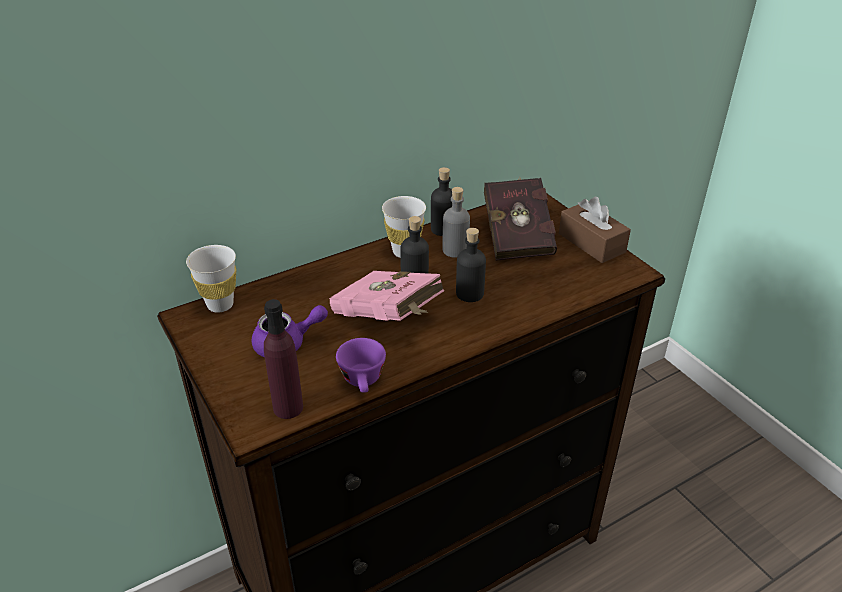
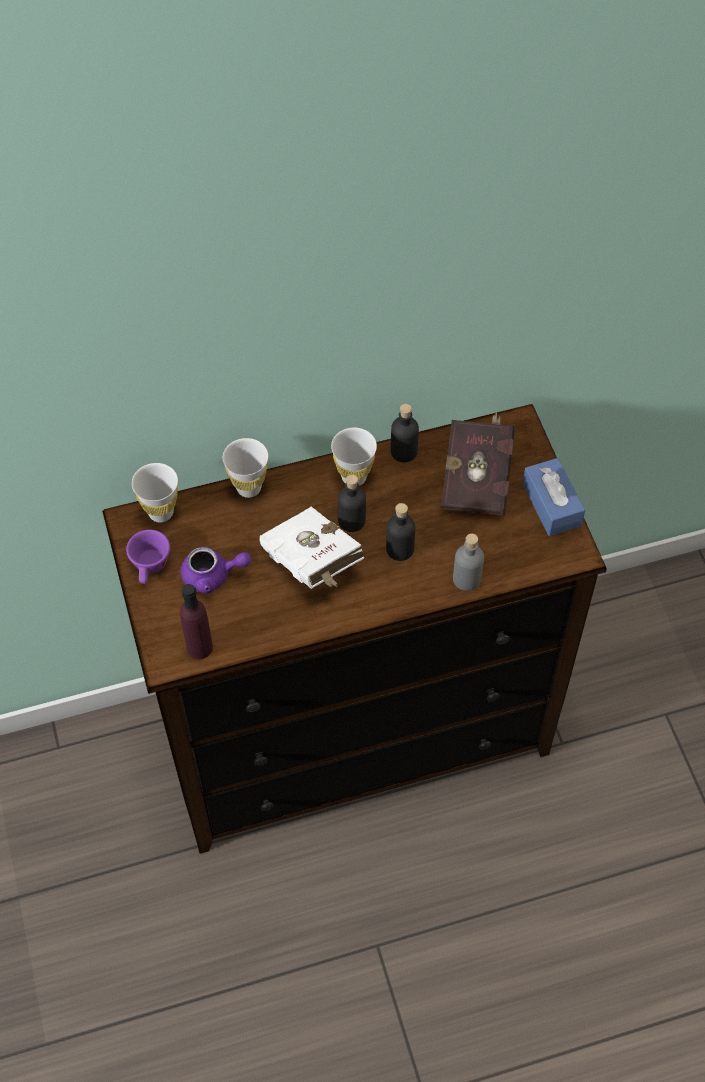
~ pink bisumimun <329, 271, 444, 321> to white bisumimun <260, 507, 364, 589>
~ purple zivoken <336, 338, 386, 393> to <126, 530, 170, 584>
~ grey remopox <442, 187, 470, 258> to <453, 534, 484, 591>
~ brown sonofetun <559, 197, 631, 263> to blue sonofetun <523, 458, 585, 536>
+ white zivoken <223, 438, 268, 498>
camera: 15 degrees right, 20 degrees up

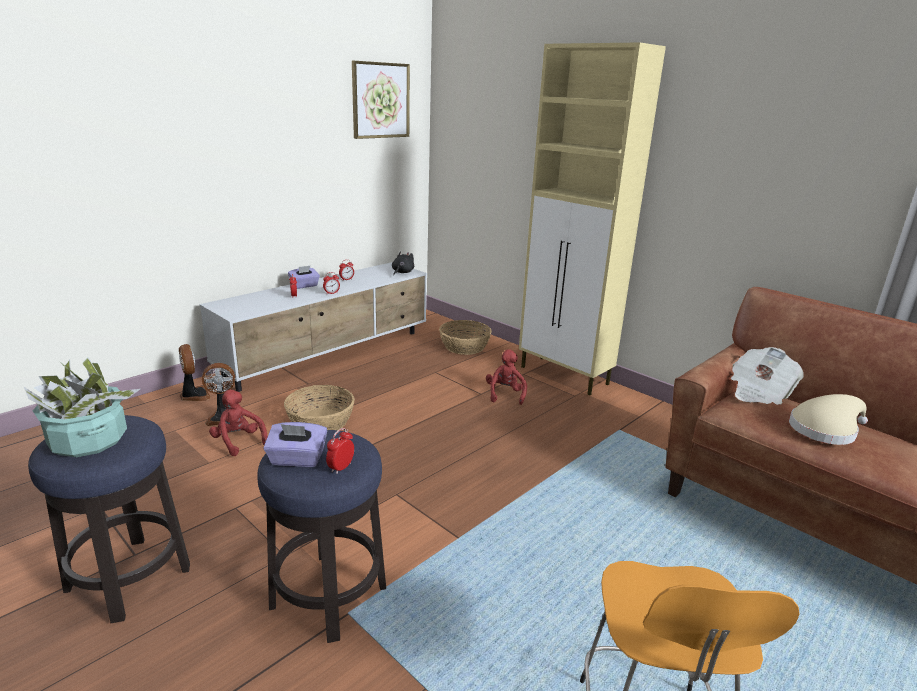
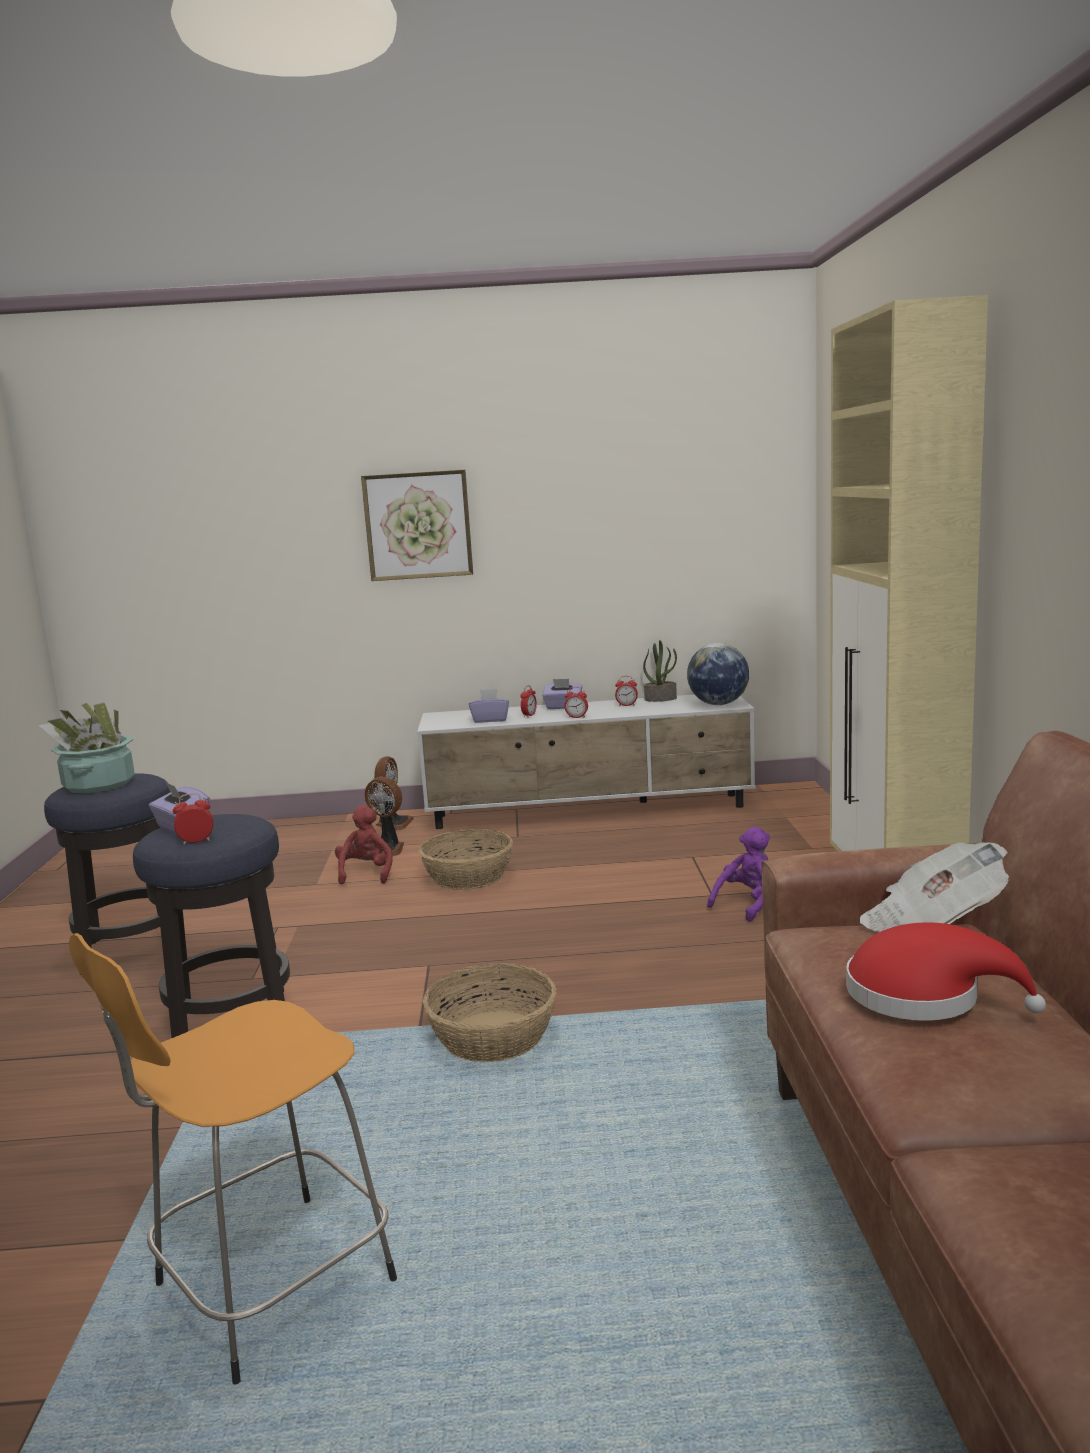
~ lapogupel <352, 61, 410, 139> to <361, 470, 473, 581>
~ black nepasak <392, 251, 414, 275> to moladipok <687, 643, 749, 705>
~ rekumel <439, 320, 492, 355> to <423, 963, 557, 1062>
~ red nepasak <486, 349, 527, 405> to purple nepasak <707, 826, 770, 922>
~ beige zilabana <789, 394, 868, 445> to red zilabana <846, 922, 1046, 1021>
+ purple sonofetun <469, 689, 509, 723>
+ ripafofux <643, 640, 677, 702>
camera: 45 degrees right, 10 degrees down

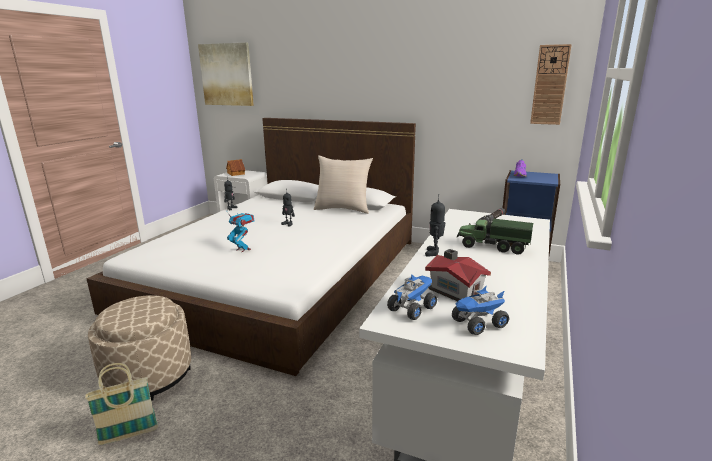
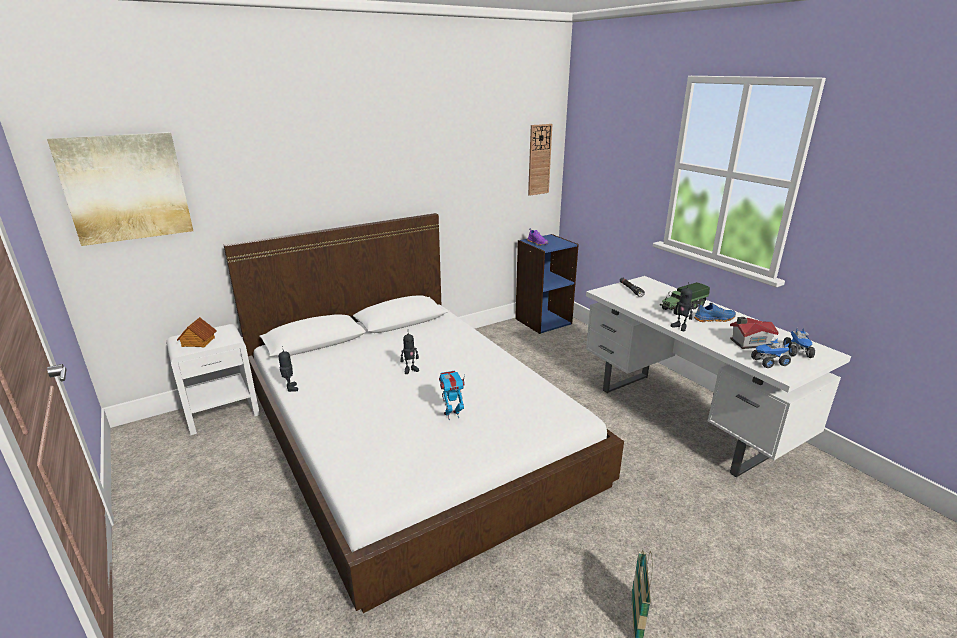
- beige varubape <88, 295, 191, 401>
- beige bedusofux <314, 155, 373, 214>
~ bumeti <387, 274, 437, 320> = <751, 338, 791, 368> 90 degrees counterclockwise
+ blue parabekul <694, 303, 736, 322>
camera: 55 degrees left, 5 degrees up

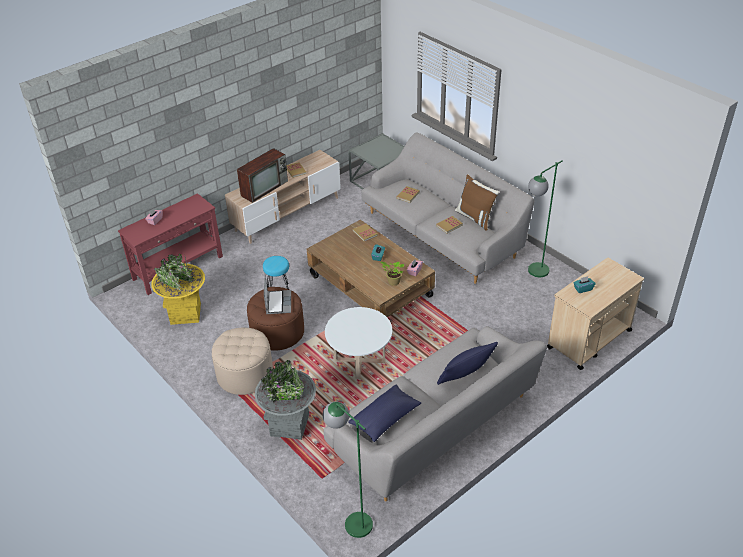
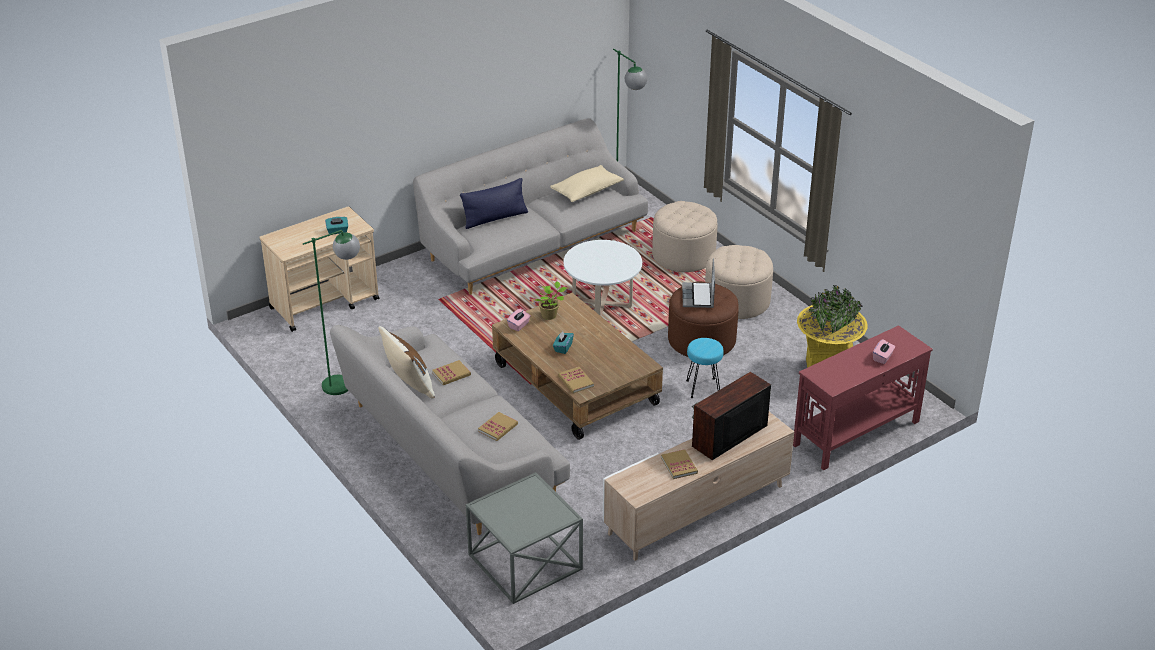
~ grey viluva <255, 360, 316, 440> to beige varubape <652, 201, 718, 272>
~ blue bedusofux <348, 384, 421, 442> to beige bedusofux <550, 165, 624, 202>
camera: 175 degrees left, 5 degrees down

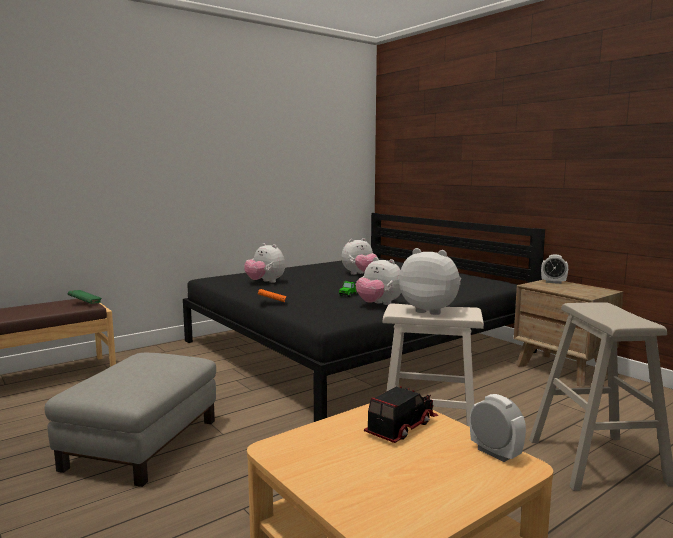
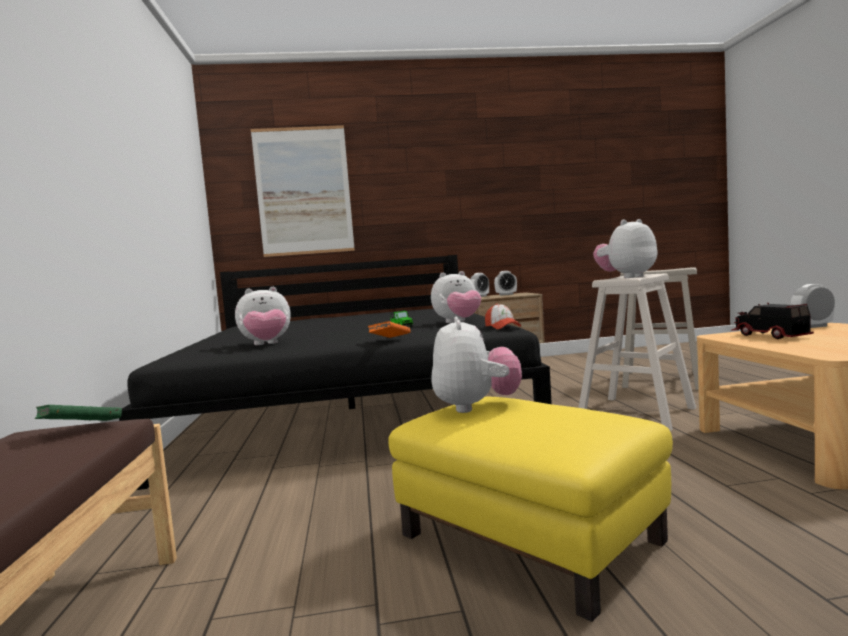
~ grey varubape <45, 353, 216, 487> to yellow varubape <388, 397, 673, 622>
~ nepasak <341, 238, 378, 275> to <431, 317, 522, 413>
+ lapogupel <251, 125, 355, 257>
+ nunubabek <485, 304, 521, 329>
+ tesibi <494, 271, 517, 296>
camera: 60 degrees left, 5 degrees down

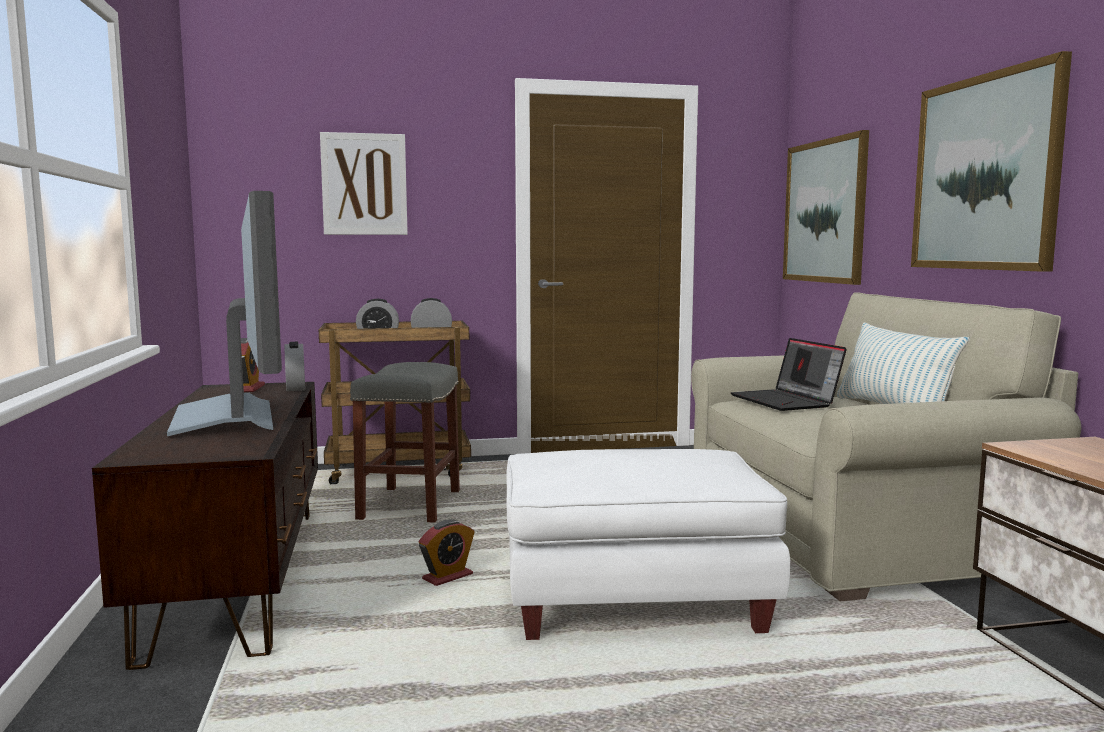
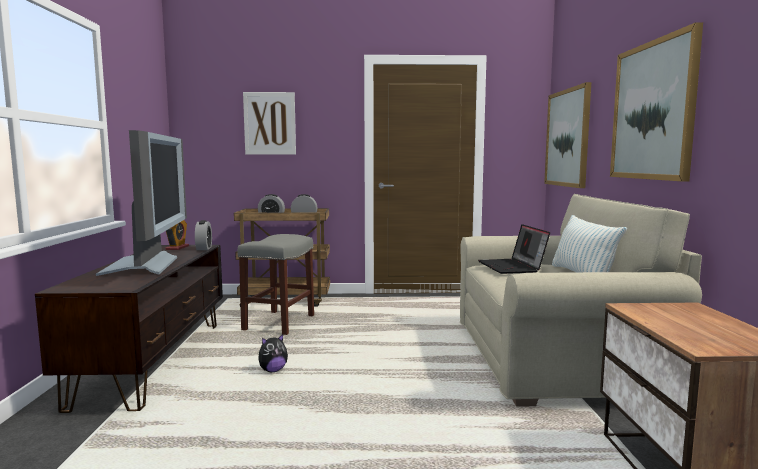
~ tesibi <419, 519, 474, 586> to nepasak <258, 334, 288, 372>
- white varubape <506, 449, 790, 640>
camera: 10 degrees right, 0 degrees up

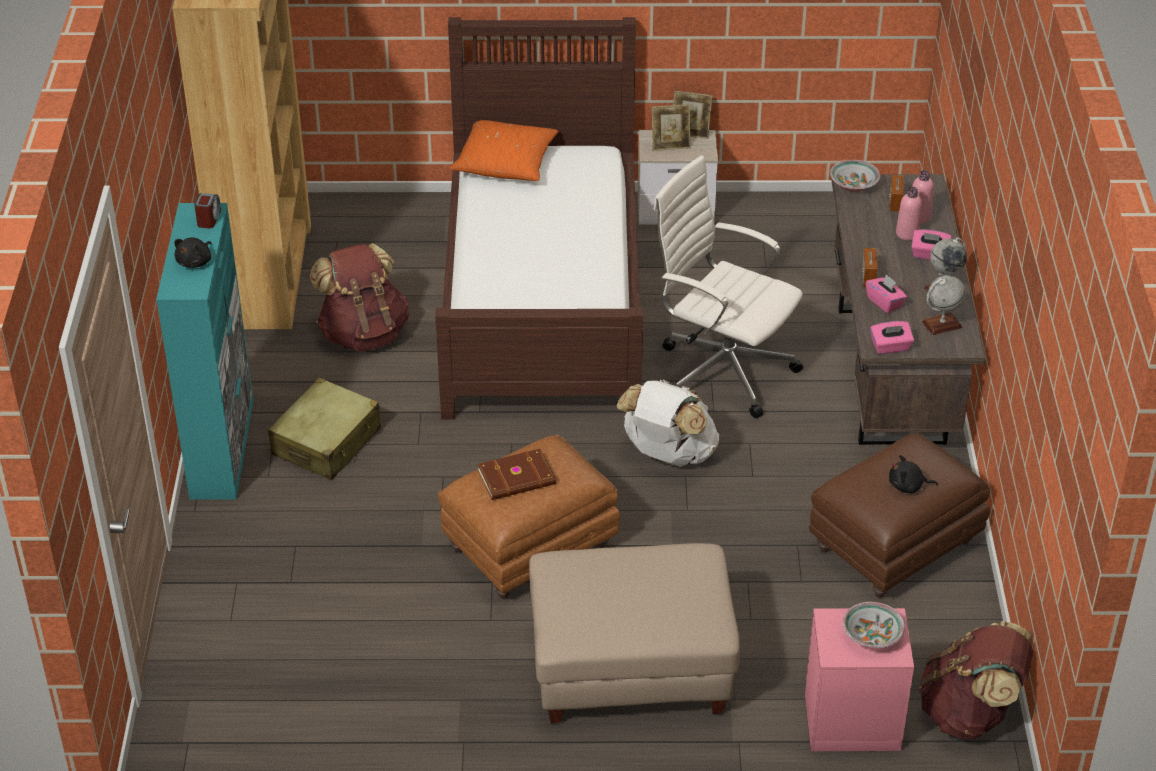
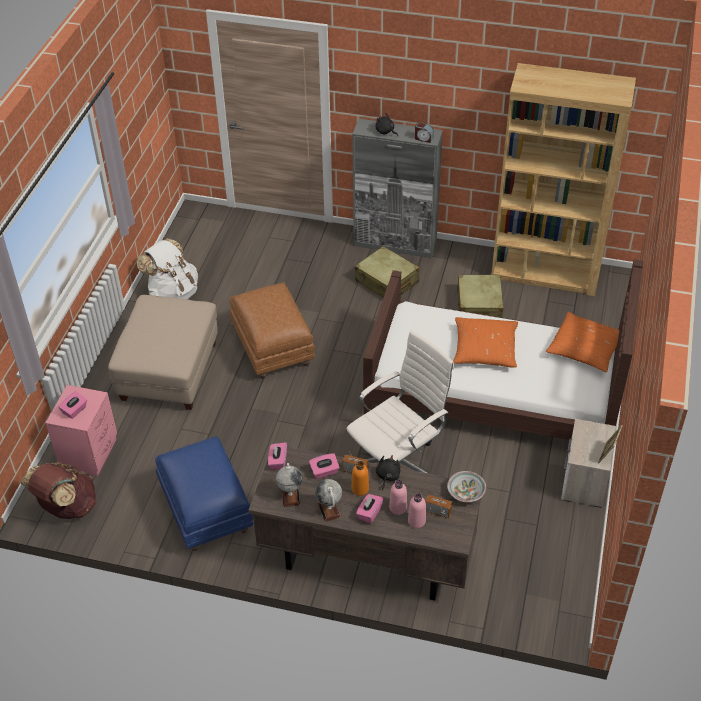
~ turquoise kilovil <156, 203, 253, 500> to grey kilovil <352, 119, 443, 258>
~ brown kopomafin <310, 243, 409, 352> to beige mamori <456, 274, 504, 318>
- brown bisumimun <477, 449, 556, 500>
~ white kopomafin <617, 380, 719, 467> to <137, 238, 198, 299>
- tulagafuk <652, 104, 690, 151>
~ brown varubape <809, 432, 990, 598> to blue varubape <155, 436, 253, 551>
~ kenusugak <843, 602, 905, 648> to pink sonofetun <59, 391, 87, 419>
~ black nepasak <889, 455, 938, 493> to <376, 455, 400, 491>
+ orange remopox <352, 461, 369, 496>
+ orange bedusofux <453, 317, 518, 368>
camera: 105 degrees right, 5 degrees up

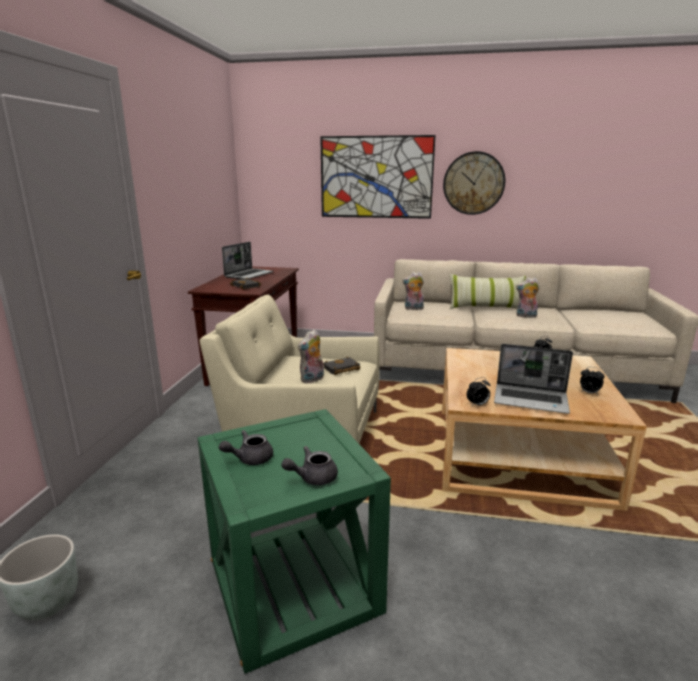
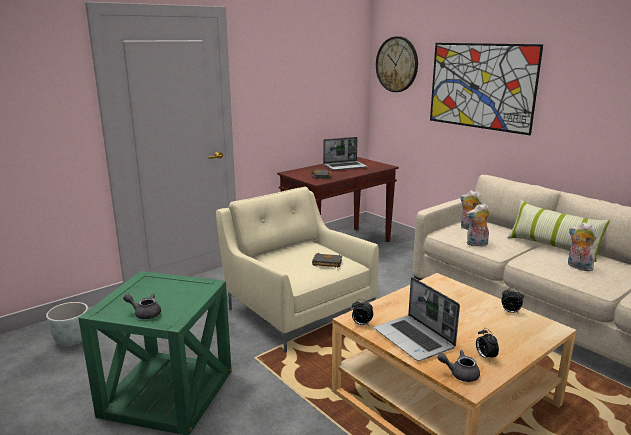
~ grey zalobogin <219, 430, 273, 465> to <437, 350, 480, 382>
~ nepasak <298, 329, 324, 383> to <466, 204, 490, 246>
~ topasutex <443, 151, 505, 215> to <376, 36, 418, 92>
camera: 40 degrees right, 0 degrees up

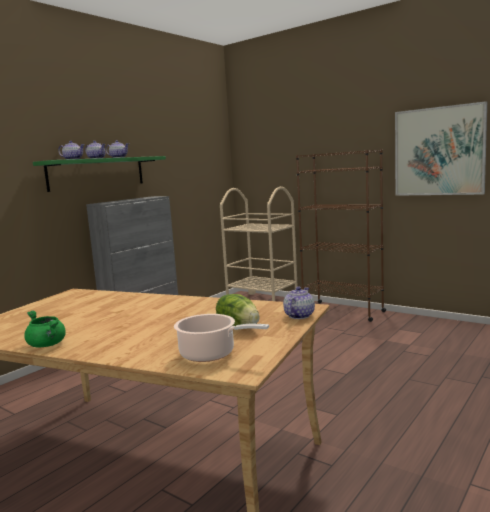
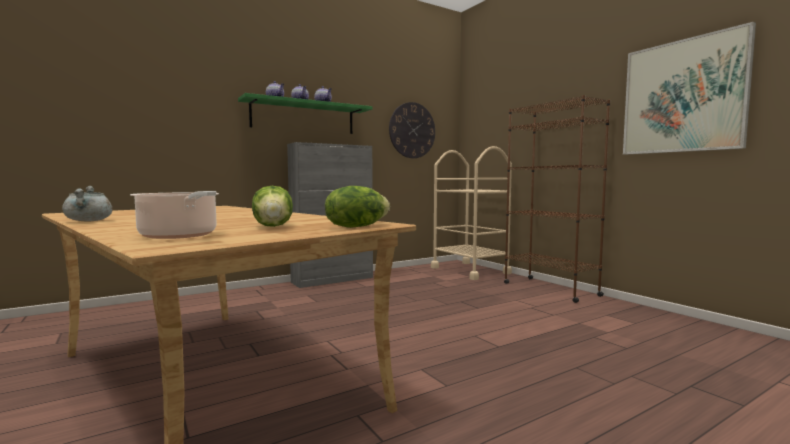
~ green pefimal <24, 311, 66, 348> to grey pefimal <62, 186, 112, 221>
~ zalobogin <283, 286, 315, 319> to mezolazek <325, 186, 390, 228>
+ topasutex <389, 102, 435, 158>
camera: 20 degrees right, 5 degrees down

